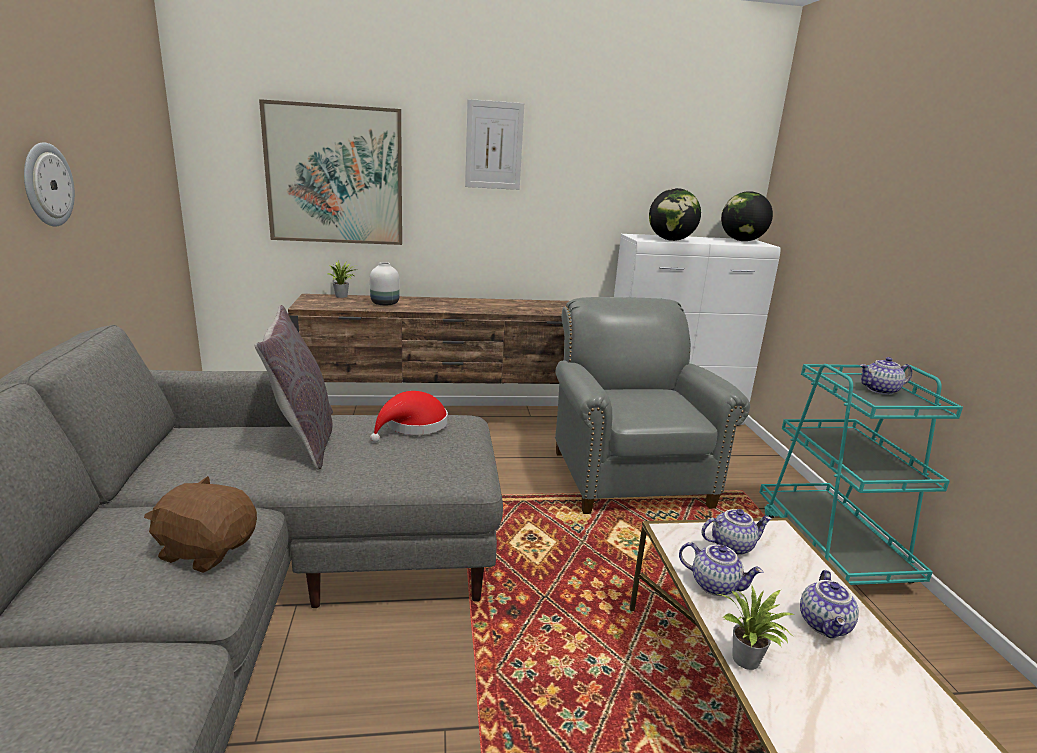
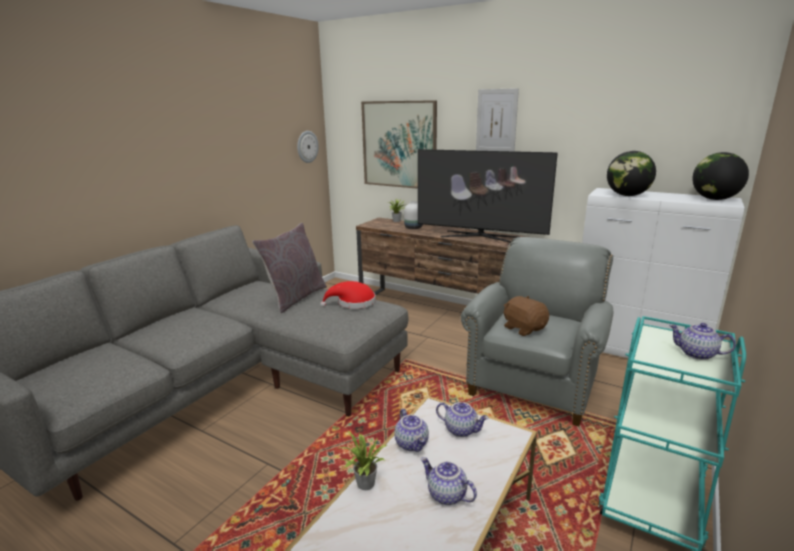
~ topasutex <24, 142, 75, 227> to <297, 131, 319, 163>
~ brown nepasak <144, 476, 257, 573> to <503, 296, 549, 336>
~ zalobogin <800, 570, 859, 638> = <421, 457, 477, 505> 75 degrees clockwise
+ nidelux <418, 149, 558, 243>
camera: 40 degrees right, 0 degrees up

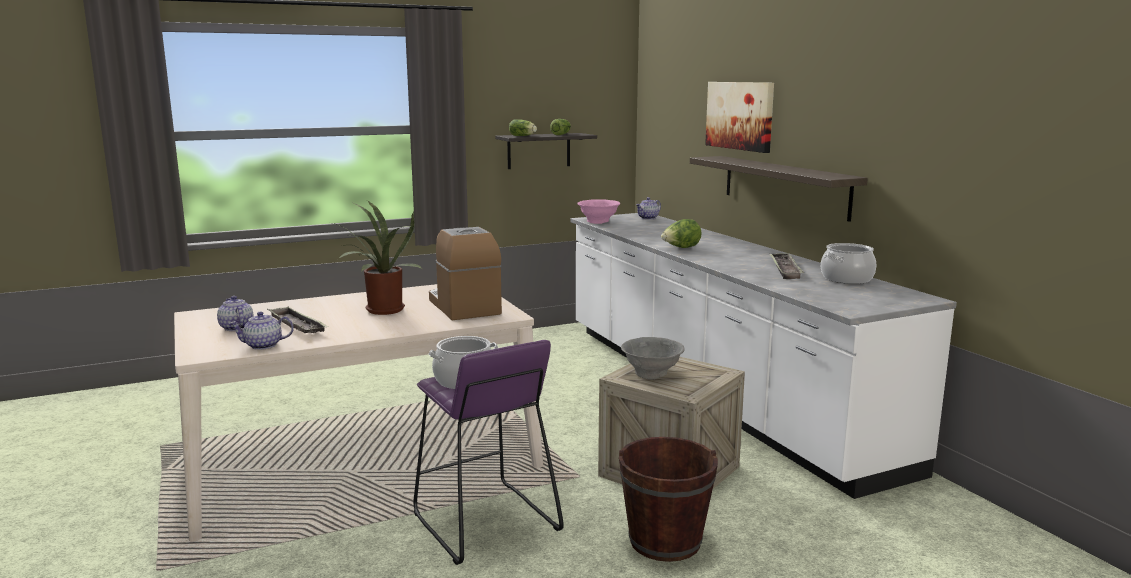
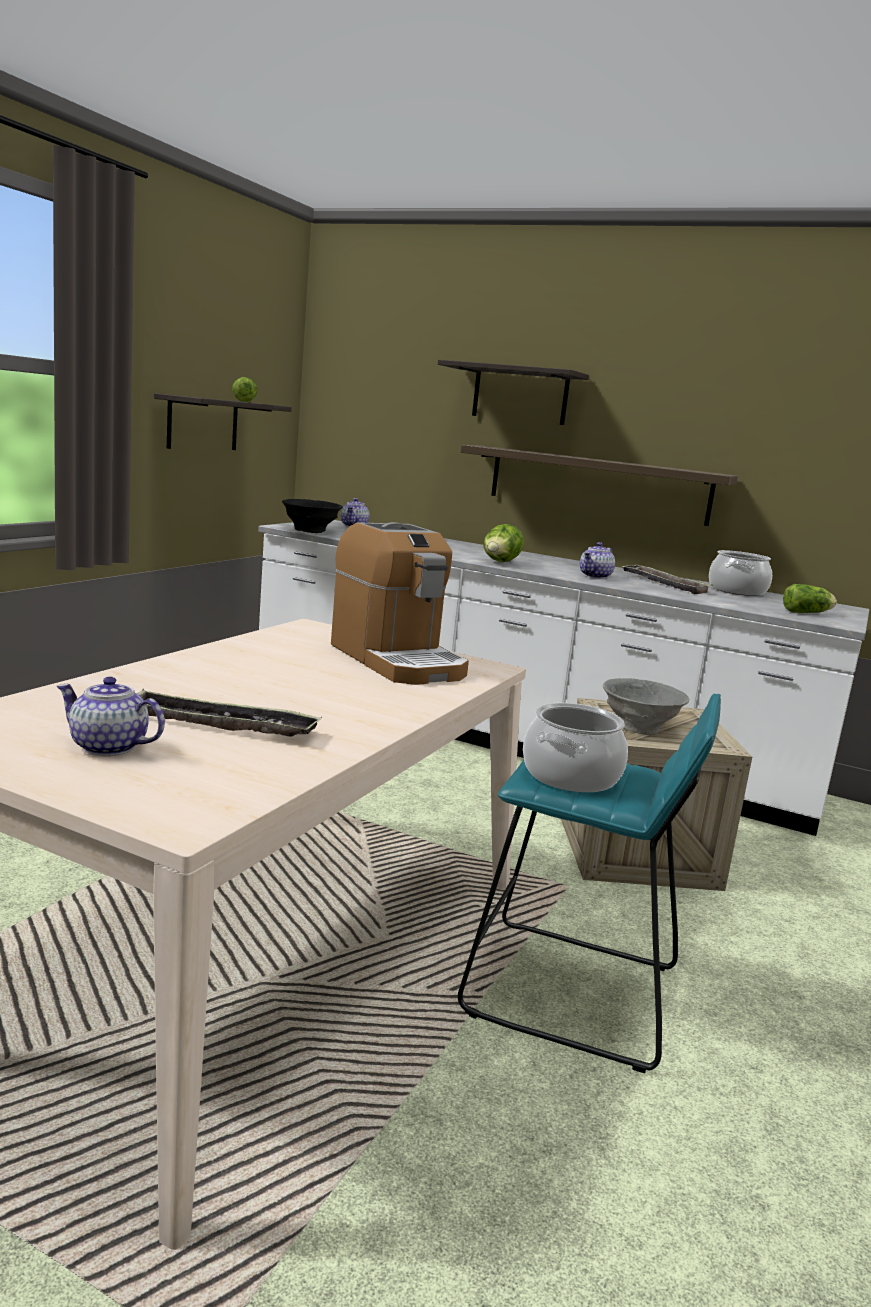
~ zalobogin <229, 312, 294, 350> to <580, 542, 615, 579>
- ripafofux <333, 201, 422, 315>
~ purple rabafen <414, 340, 564, 565> to turquoise rabafen <458, 694, 721, 1073>
~ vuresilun <429, 227, 502, 320> = <331, 522, 469, 685> 150 degrees counterclockwise
~ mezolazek <509, 119, 537, 136> to <783, 584, 837, 613>
~ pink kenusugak <577, 199, 620, 224> to black kenusugak <282, 499, 343, 533>
- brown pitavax <619, 437, 718, 562>
~ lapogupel <705, 82, 774, 153> to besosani <438, 360, 589, 425>
camera: 40 degrees left, 0 degrees up

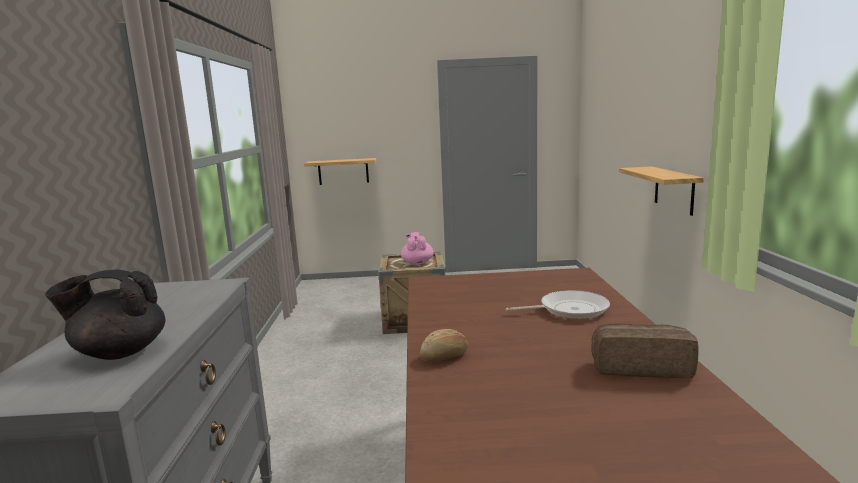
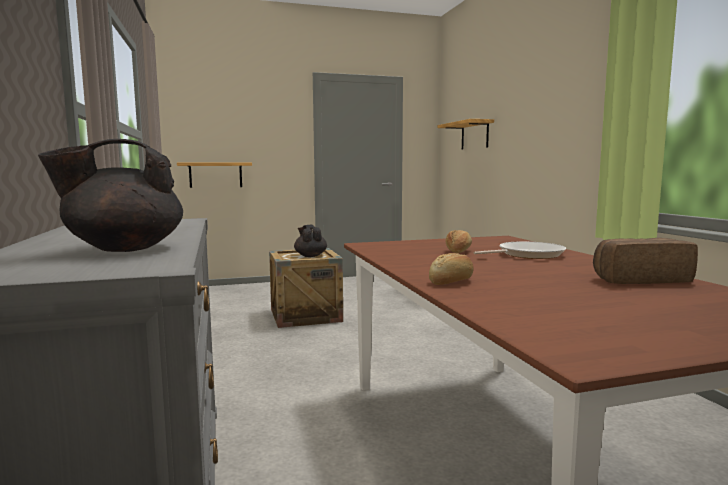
~ pink zalobogin <401, 232, 434, 265> to black zalobogin <294, 225, 327, 257>
~ besosani <619, 166, 704, 216> to <437, 119, 494, 150>
+ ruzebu <445, 230, 472, 253>
camera: 15 degrees left, 5 degrees down

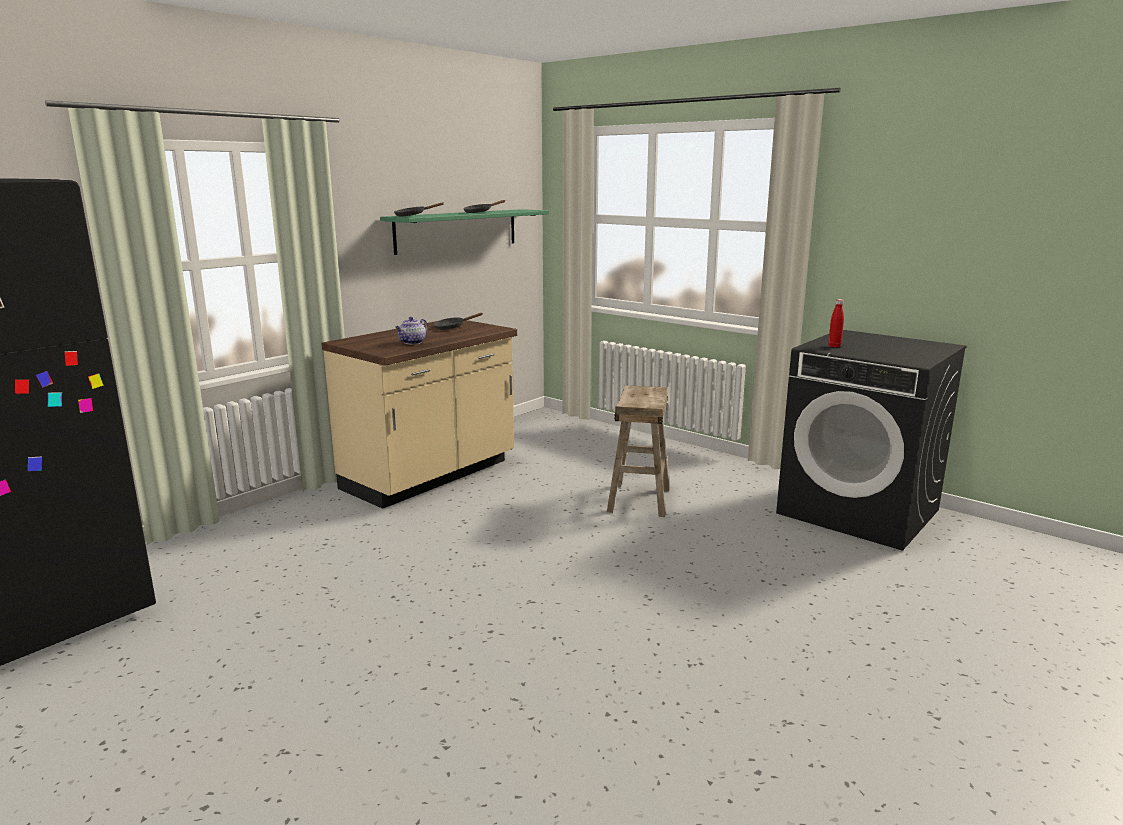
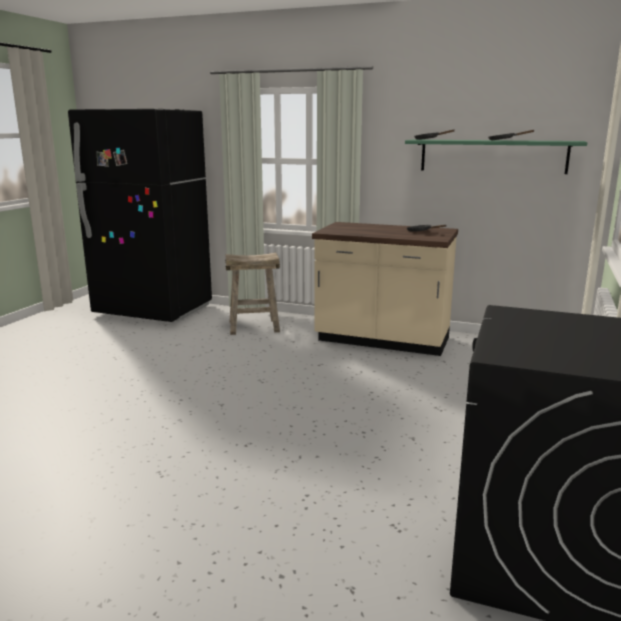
- zalobogin <395, 317, 428, 344>
~ beige rabafen <607, 385, 670, 517> to <225, 253, 280, 335>
- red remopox <828, 299, 844, 347>
camera: 70 degrees right, 0 degrees up

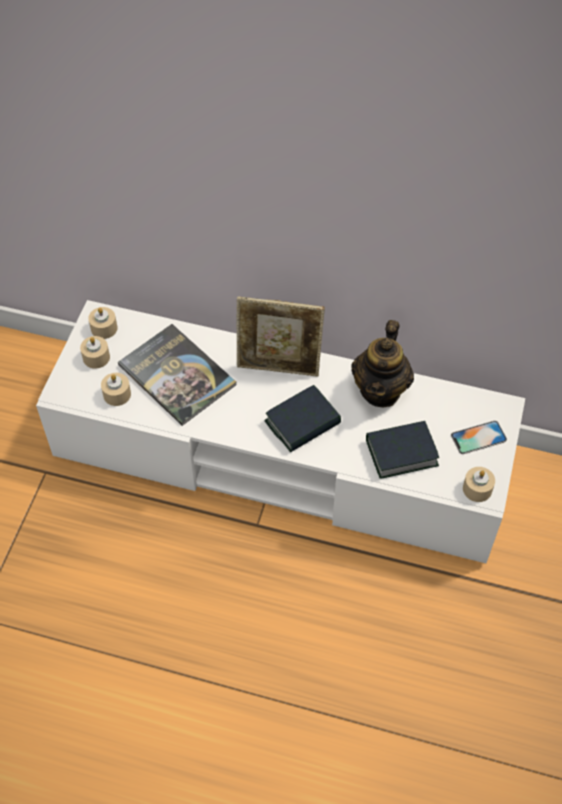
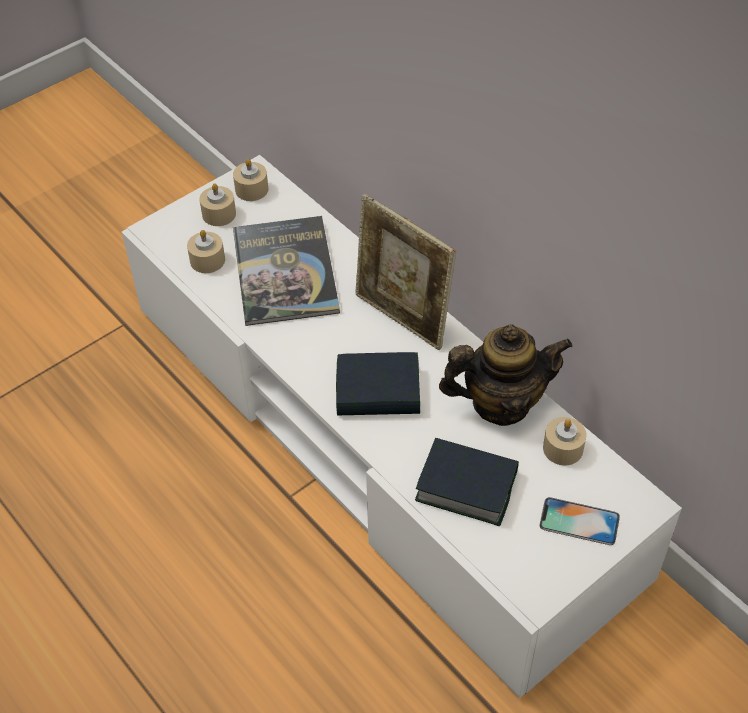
~ zalobogin <351, 320, 414, 407> = <439, 324, 572, 426> 150 degrees counterclockwise
~ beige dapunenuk <463, 467, 495, 502> to <543, 417, 587, 466>
camera: 35 degrees right, 5 degrees down

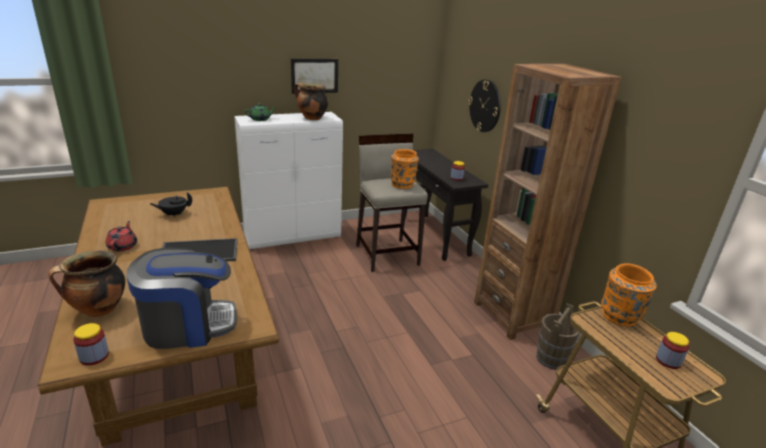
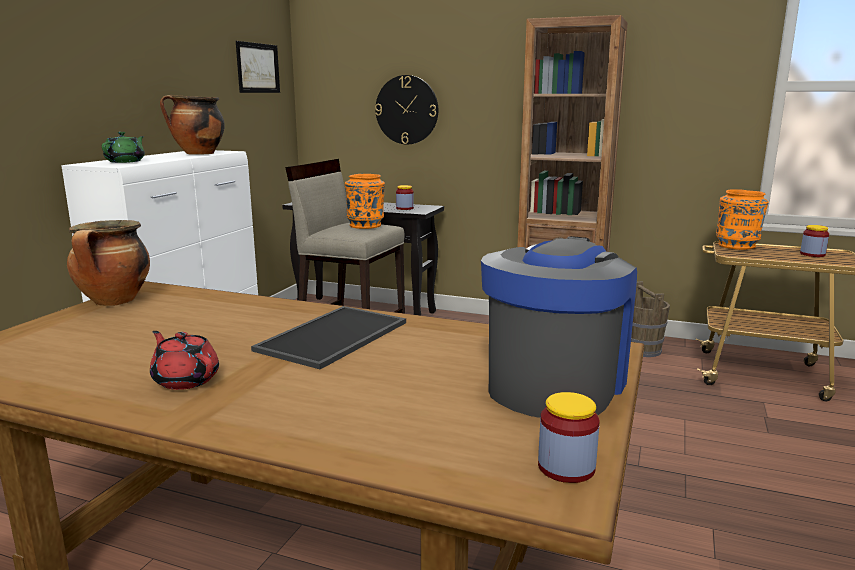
~ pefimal <49, 251, 125, 317> to <67, 220, 150, 306>
- black zalobogin <150, 192, 192, 217>
~ lapogupel <291, 59, 338, 94> to <236, 41, 280, 93>
camera: 45 degrees left, 10 degrees down

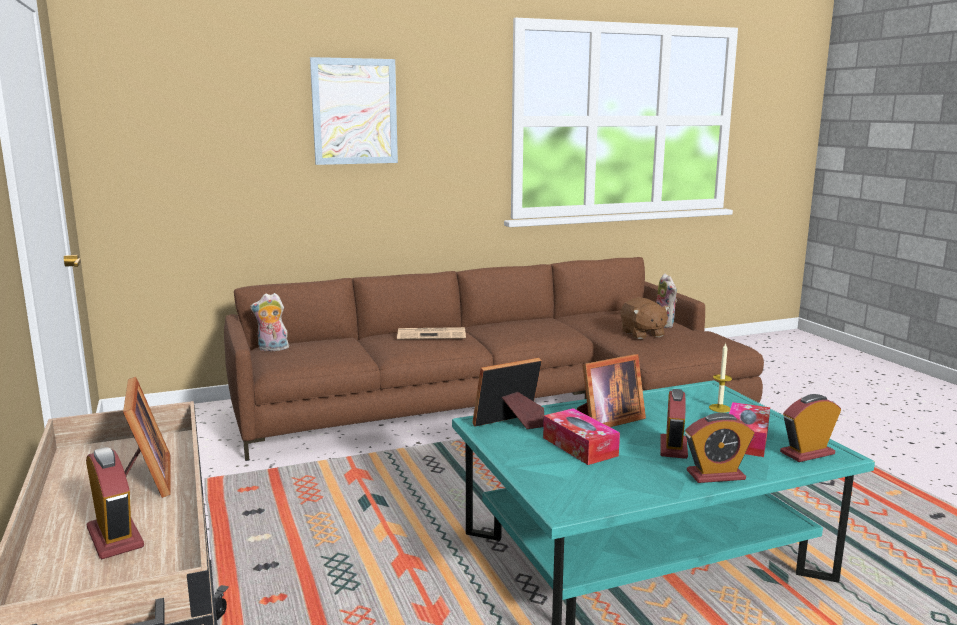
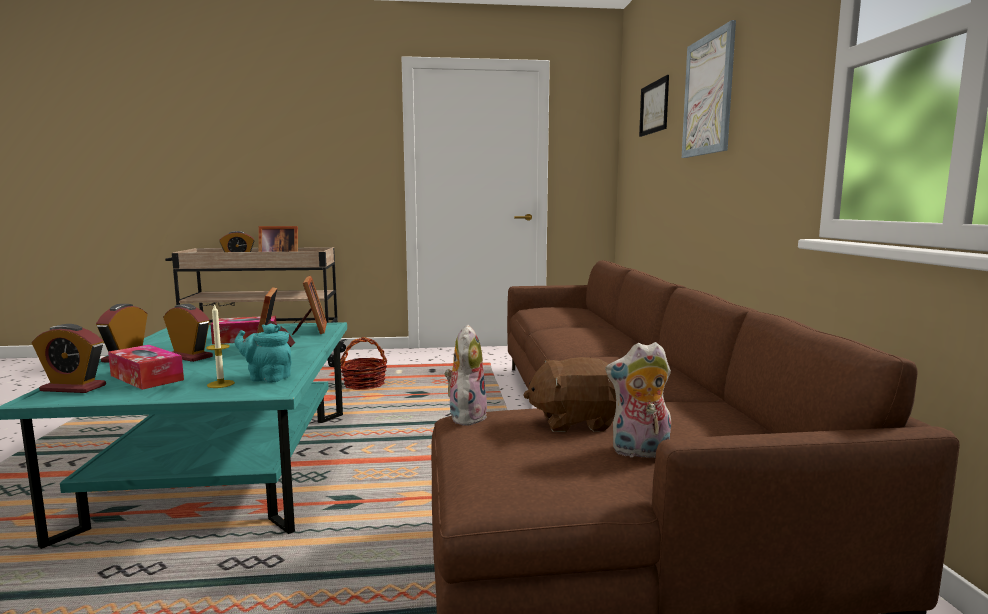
~ nepasak <250, 293, 289, 351> to <444, 325, 487, 426>
- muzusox <397, 327, 466, 339>
~ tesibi <780, 394, 841, 462> = <32, 324, 106, 393> 105 degrees clockwise
+ turquoise zalobogin <235, 323, 292, 383>
+ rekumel <341, 337, 388, 390>
+ lapogupel <639, 75, 669, 137>
camera: 105 degrees right, 5 degrees down

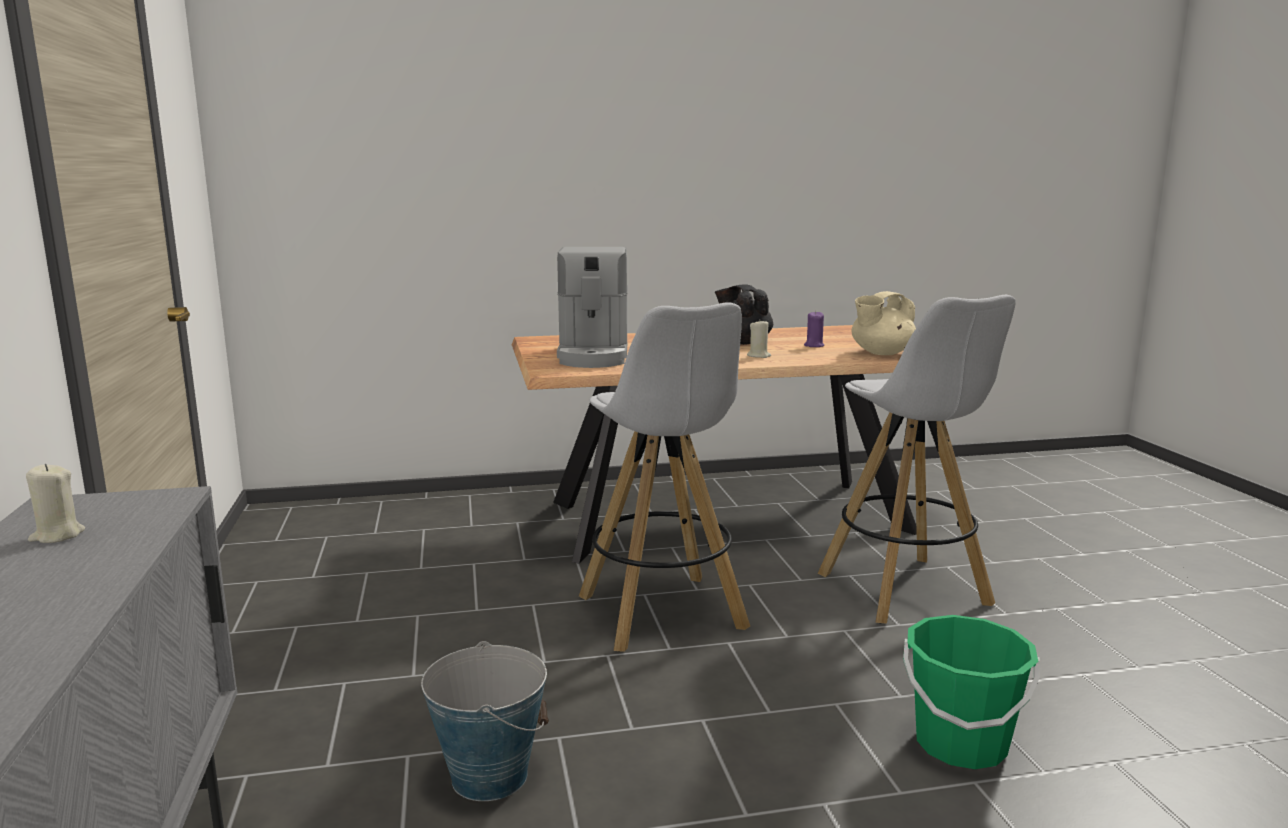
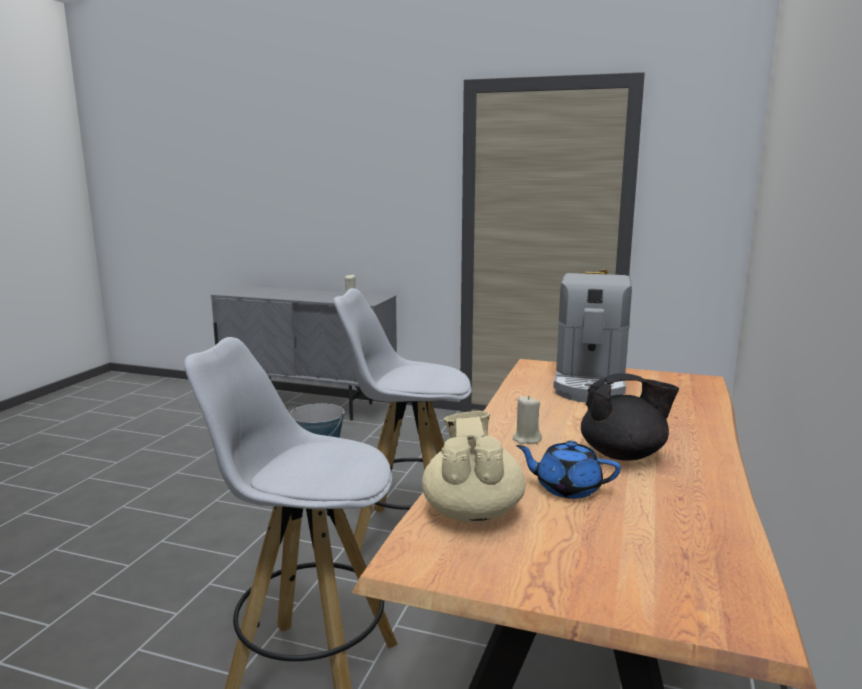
~ vuresilun <557, 247, 628, 368> = <553, 273, 632, 403> 105 degrees counterclockwise
~ purple dapunenuk <804, 311, 825, 347> to blue zalobogin <516, 441, 621, 499>
- green pitavax <903, 615, 1040, 769>
camera: 120 degrees right, 0 degrees up

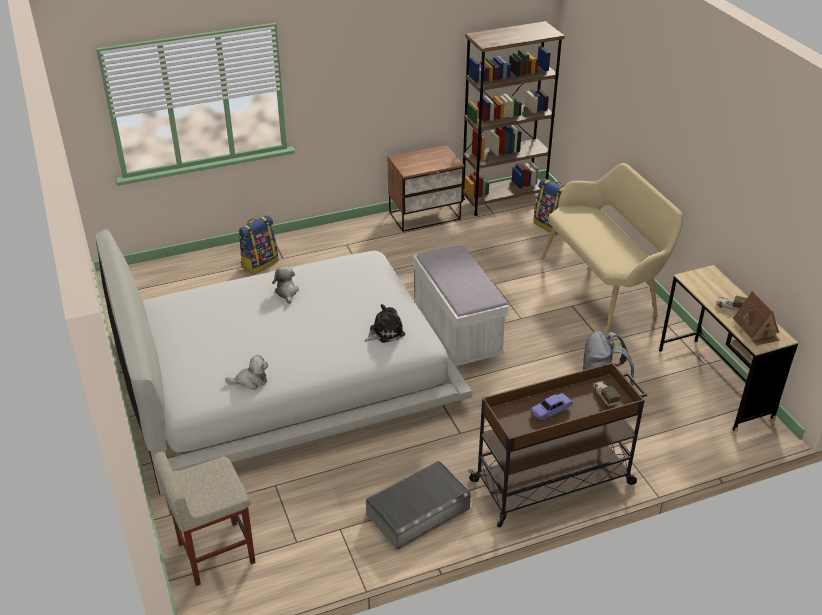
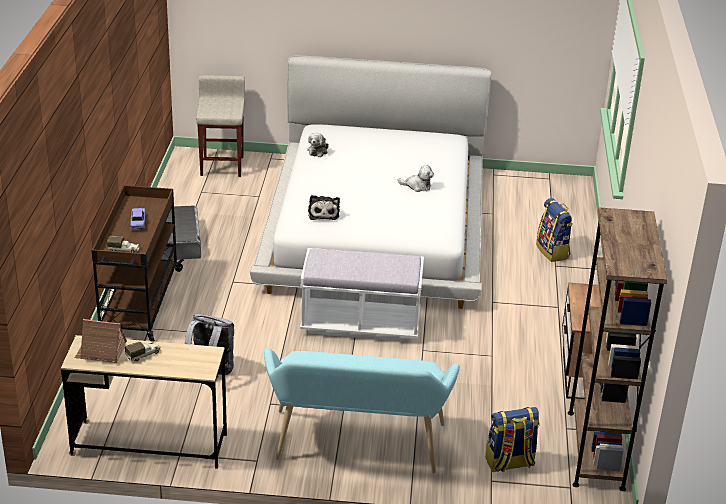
~ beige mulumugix <541, 163, 683, 334> to turquoise mulumugix <264, 348, 460, 473>
camera: 115 degrees right, 5 degrees down

